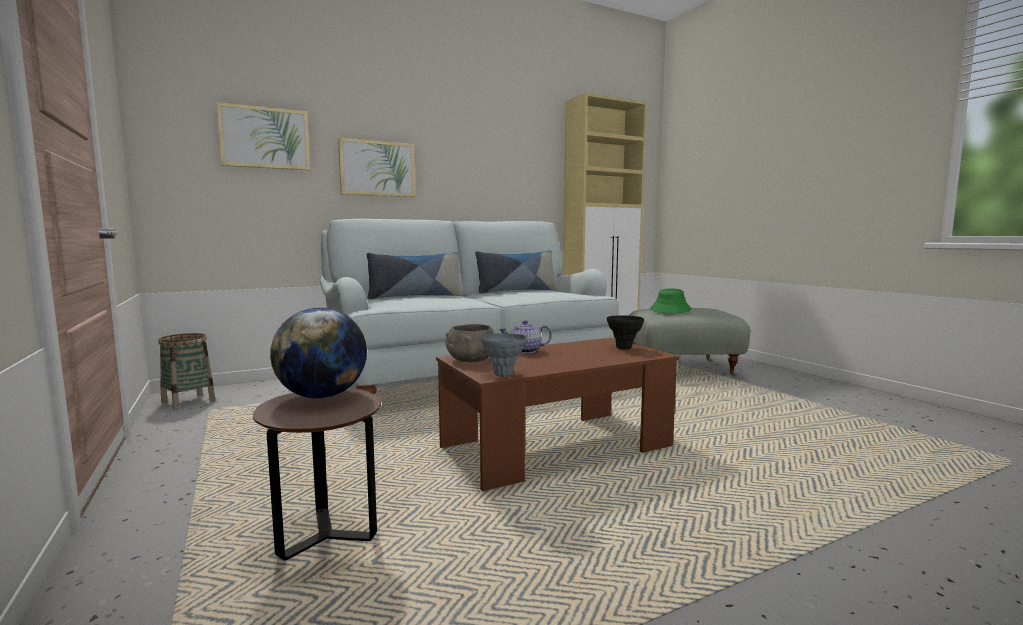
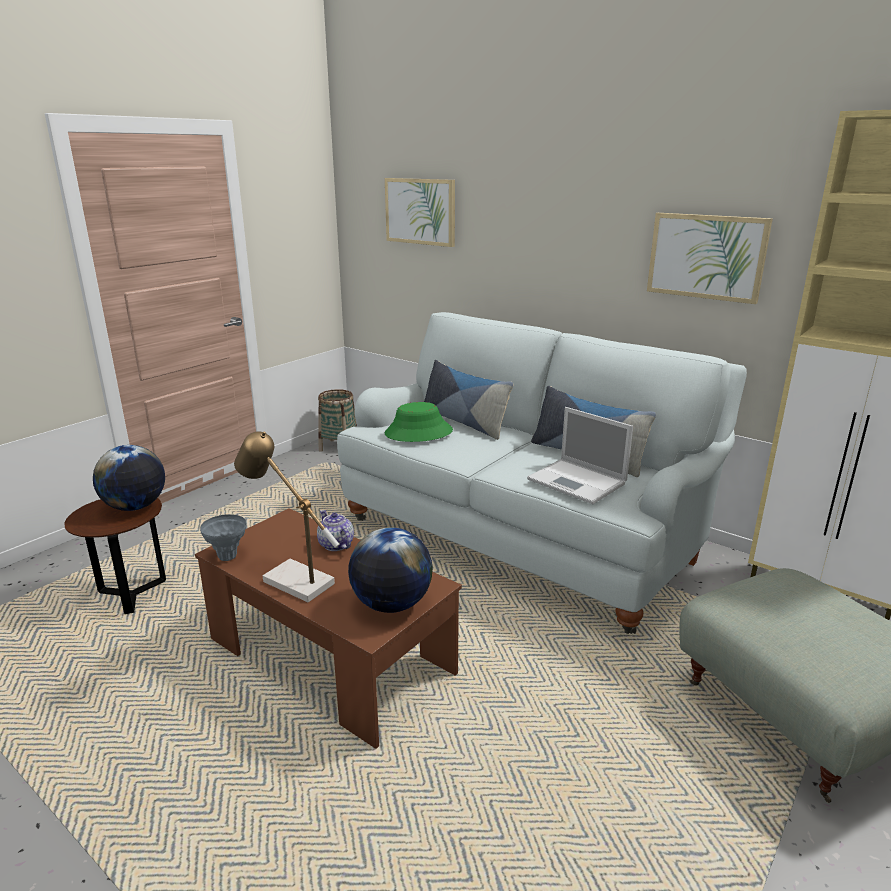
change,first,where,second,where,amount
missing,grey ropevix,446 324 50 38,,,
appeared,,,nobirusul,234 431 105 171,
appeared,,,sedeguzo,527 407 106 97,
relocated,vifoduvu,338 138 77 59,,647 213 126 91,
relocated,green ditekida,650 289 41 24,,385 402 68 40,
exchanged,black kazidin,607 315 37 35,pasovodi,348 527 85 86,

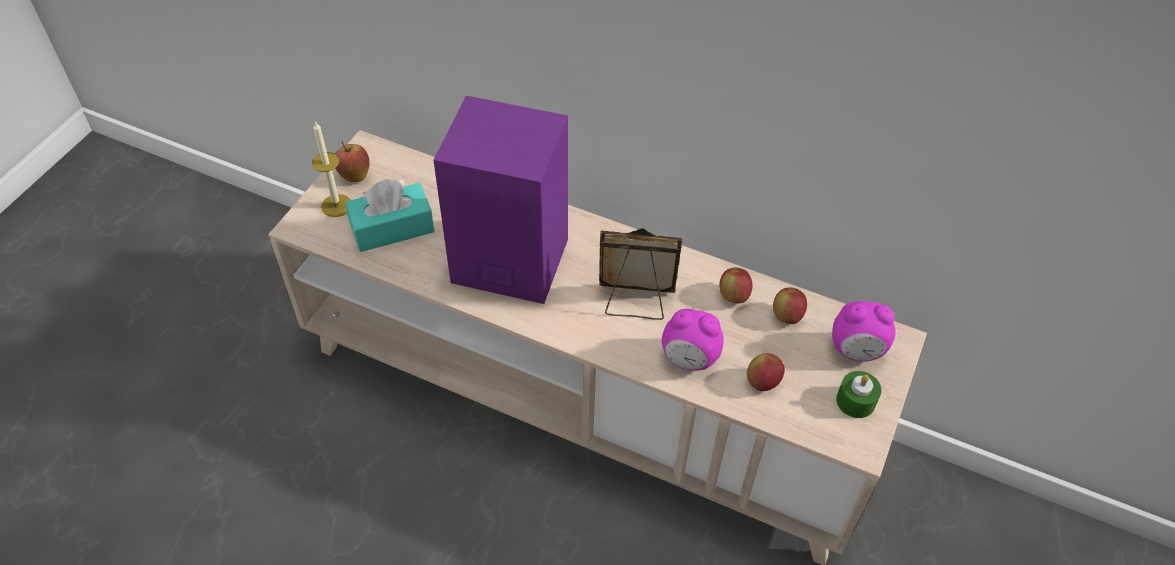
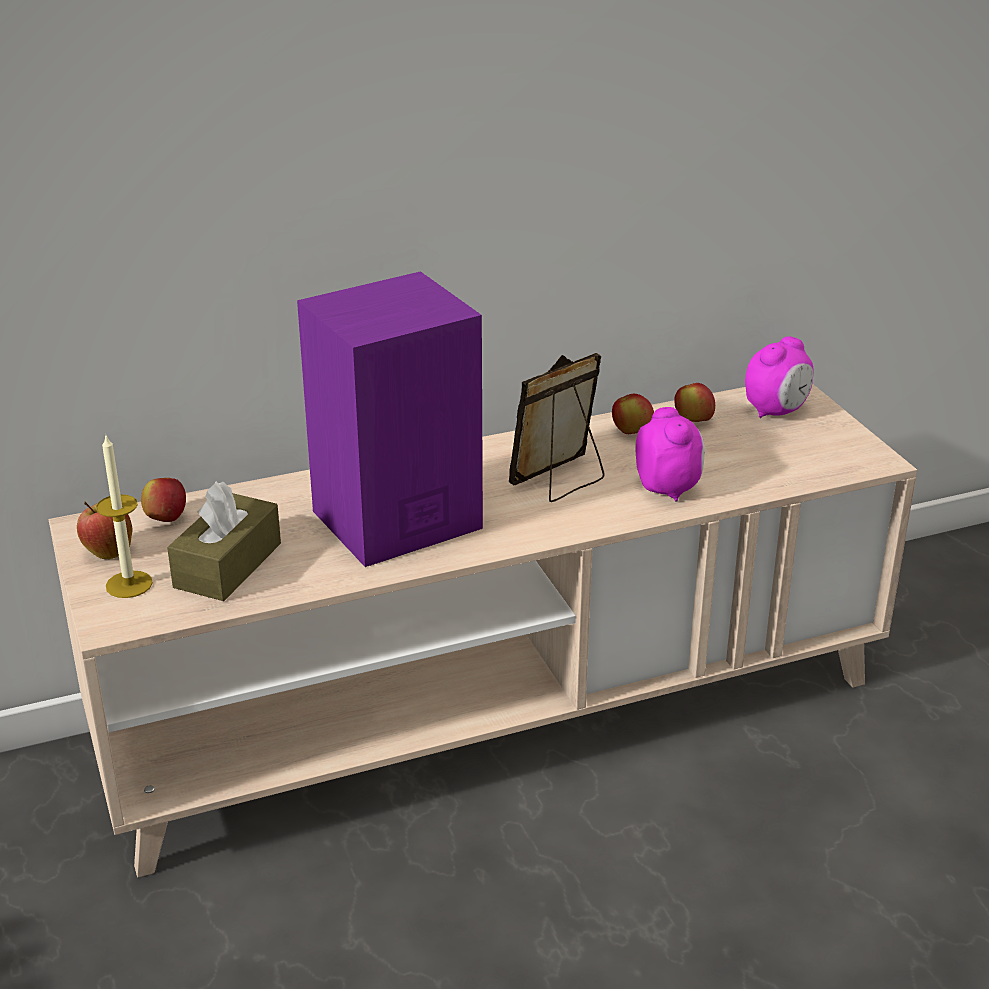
change,first,where,second,where,amount
missing,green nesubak,836 371 45 47,,,
relocated,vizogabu,747 353 38 38,,141 478 45 44,
colour,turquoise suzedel,345 179 89 73,brown suzedel,167 481 114 120,
spun,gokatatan,662 309 62 62,,635 407 70 95,75 degrees counterclockwise

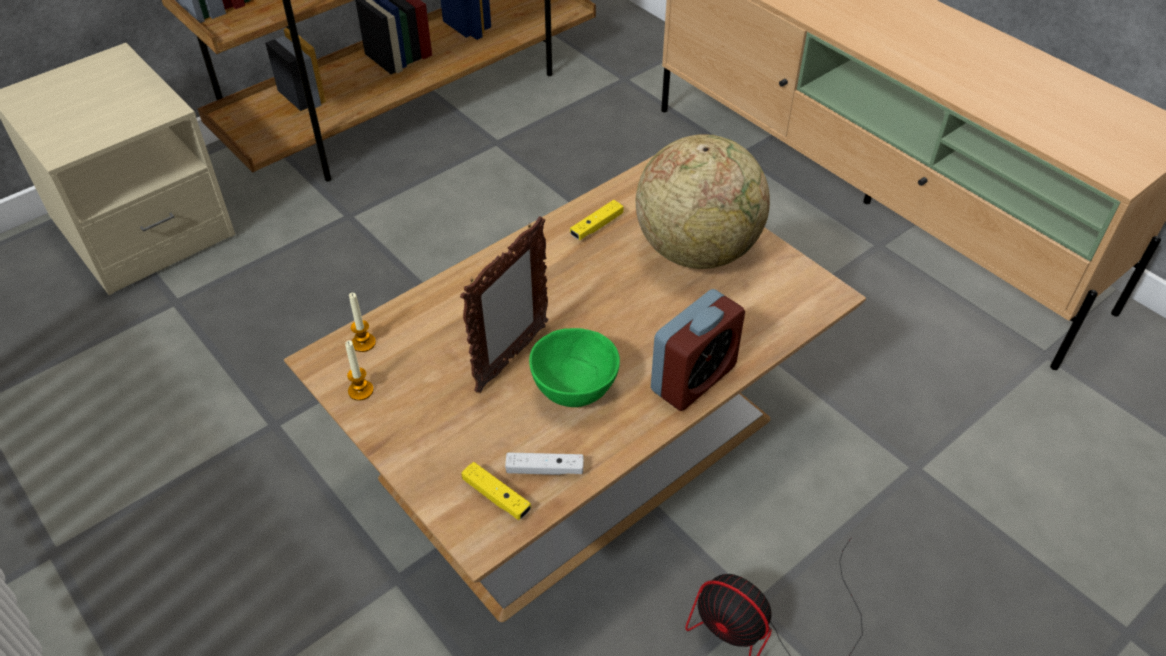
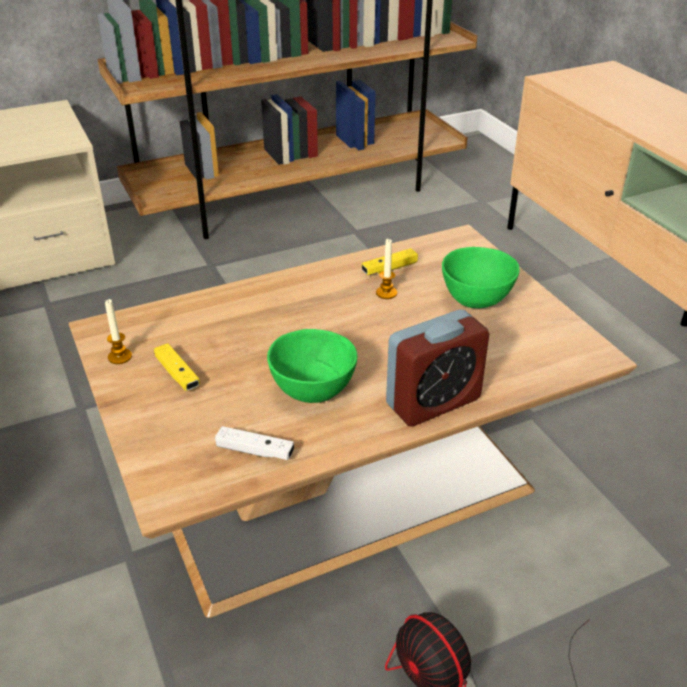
change,first,where,second,where,amount
missing,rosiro,460 216 89 177,,,
relocated,nesubak,349 293 27 59,,376 239 21 60,
relocated,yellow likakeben,461 462 70 58,,154 343 46 48,
exchanged,pasovodi,636 135 134 134,green ropevix,442 247 78 61,

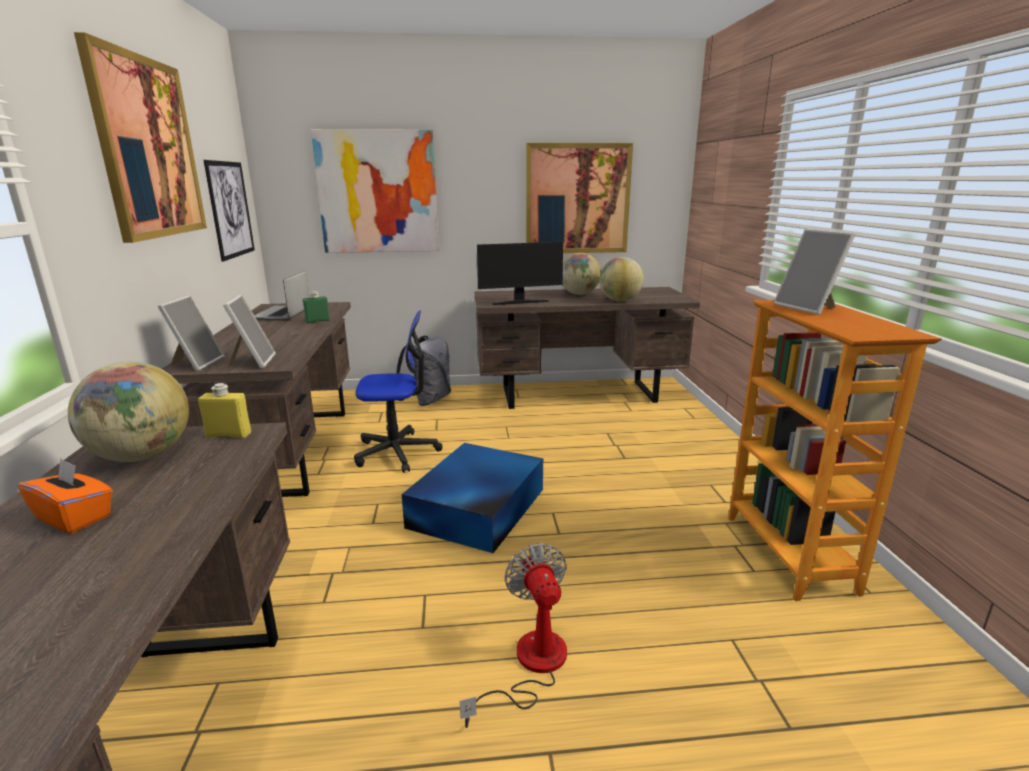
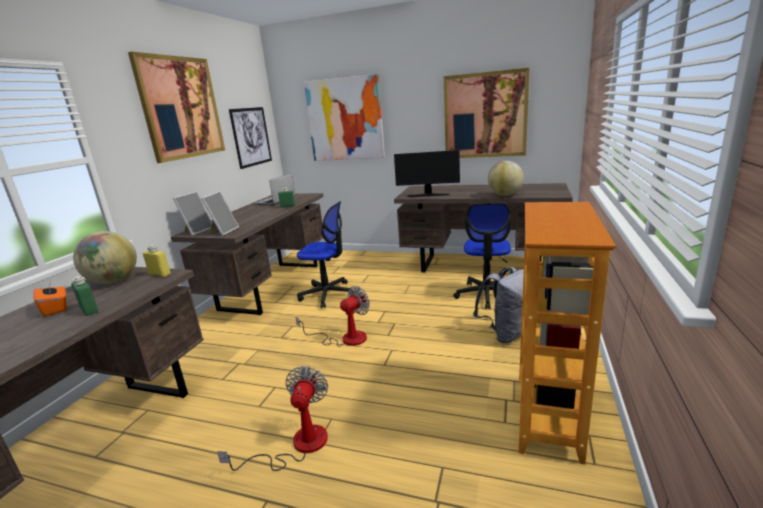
change,first,where,second,where,amount
missing,pasovodi,562 253 39 42,,,
missing,rosiro,774 229 82 86,,,
appeared,,,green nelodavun,71 276 27 40,
appeared,,,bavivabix,453 203 59 106,
relocated,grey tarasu,396 336 55 70,,473 267 51 76,
exchanged,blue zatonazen,402 443 141 110,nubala,296 286 74 60,

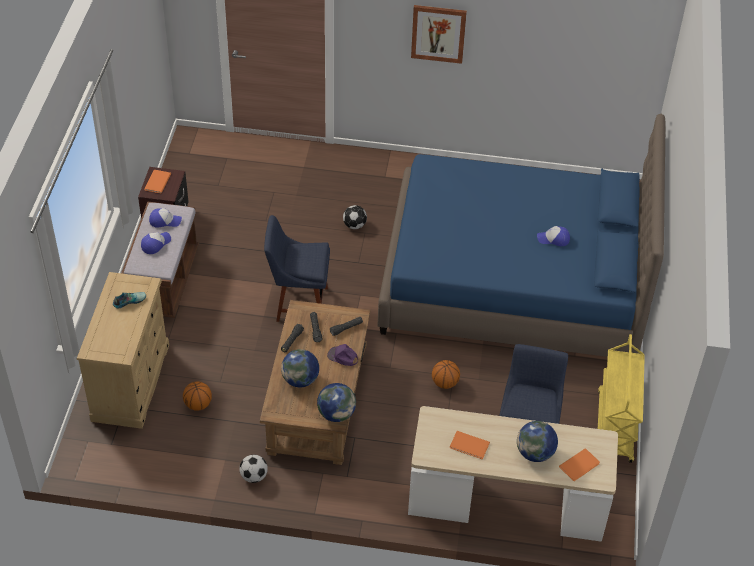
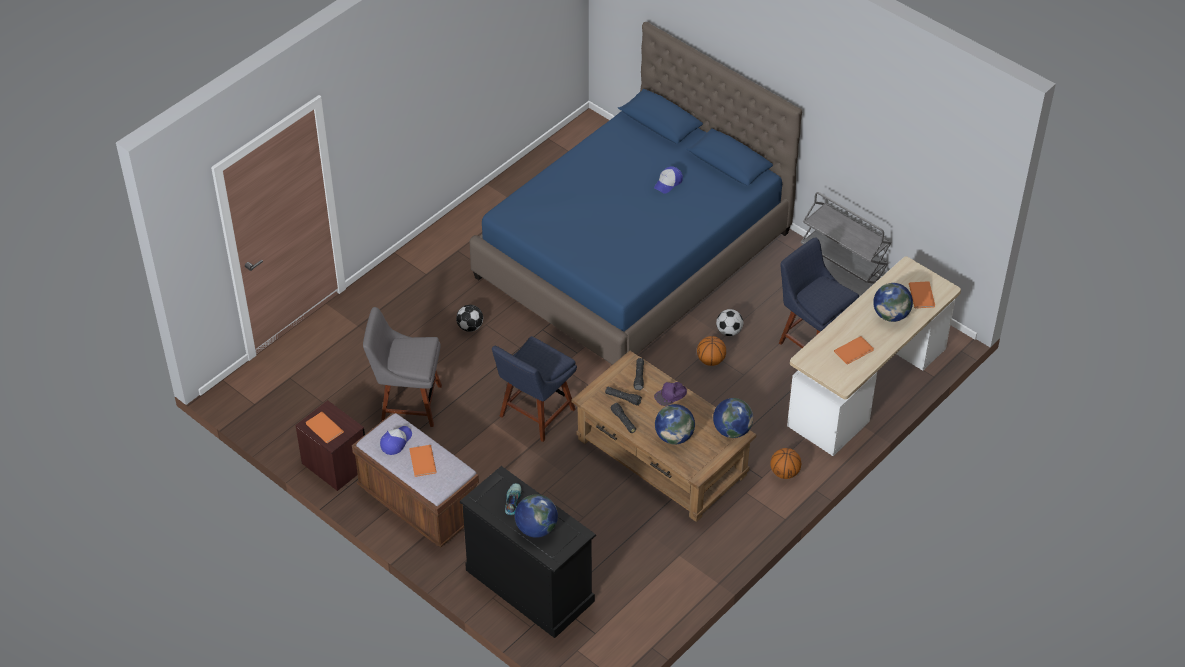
change,first,where,second,where,amount
missing,vifoduvu,411 5 56 59,,,
appeared,,,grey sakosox,363 307 79 120,
appeared,,,pasovodi,515 494 43 44,
relocated,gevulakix,183 381 29 30,,770 448 31 31,
relocated,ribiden,239 455 29 28,,716 309 27 27,
exchanged,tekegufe,141 232 30 22,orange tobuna,410 445 27 32,
colour,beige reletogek,77 272 92 157,black reletogek,460 466 136 172,
colour,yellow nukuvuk,598 334 47 129,grey nukuvuk,800 192 92 105,

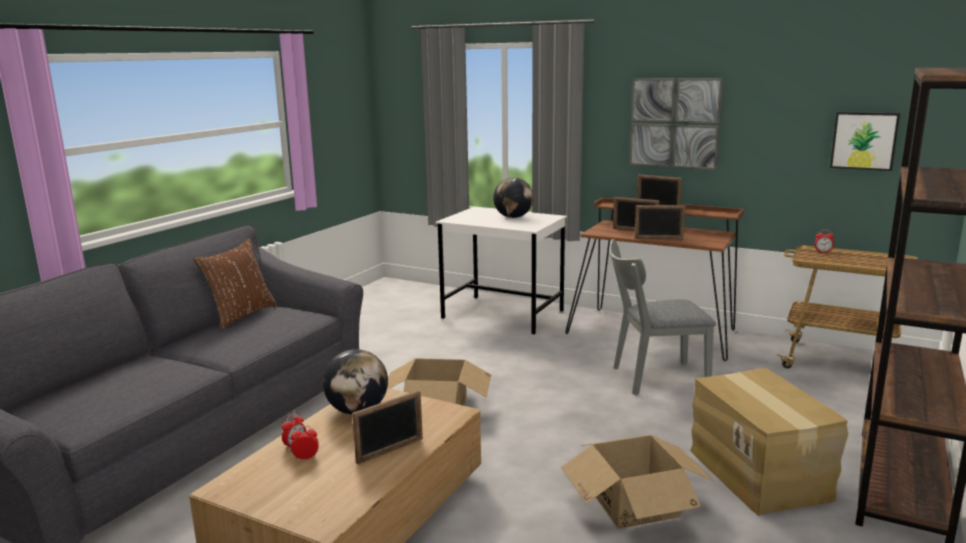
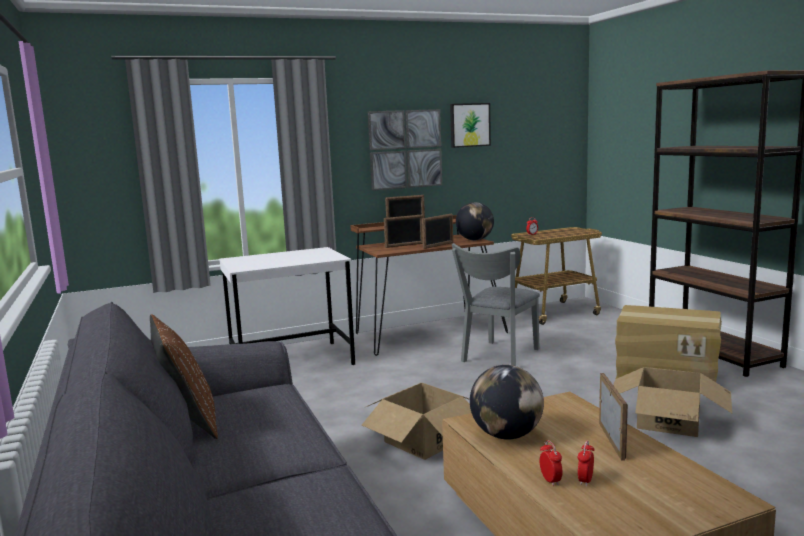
change,first,where,second,where,amount
relocated,pasovodi,493 177 41 41,,456 202 38 38,
relocated,vifoduvu,830 112 70 59,,450 103 41 45,

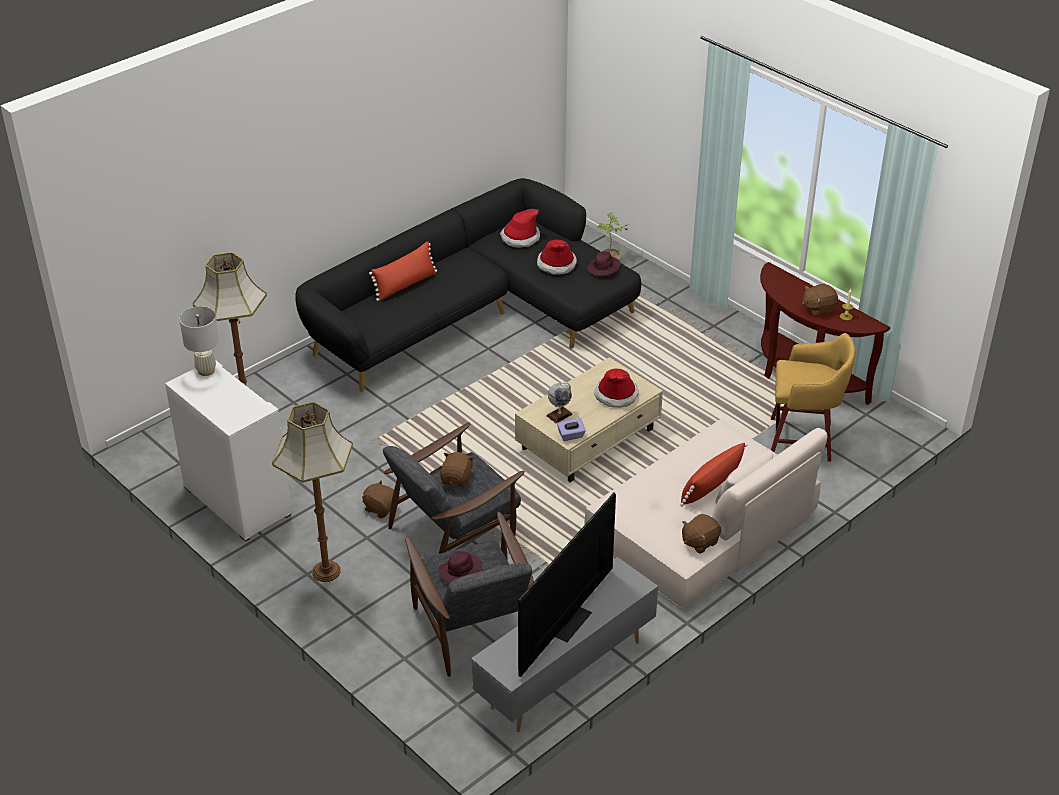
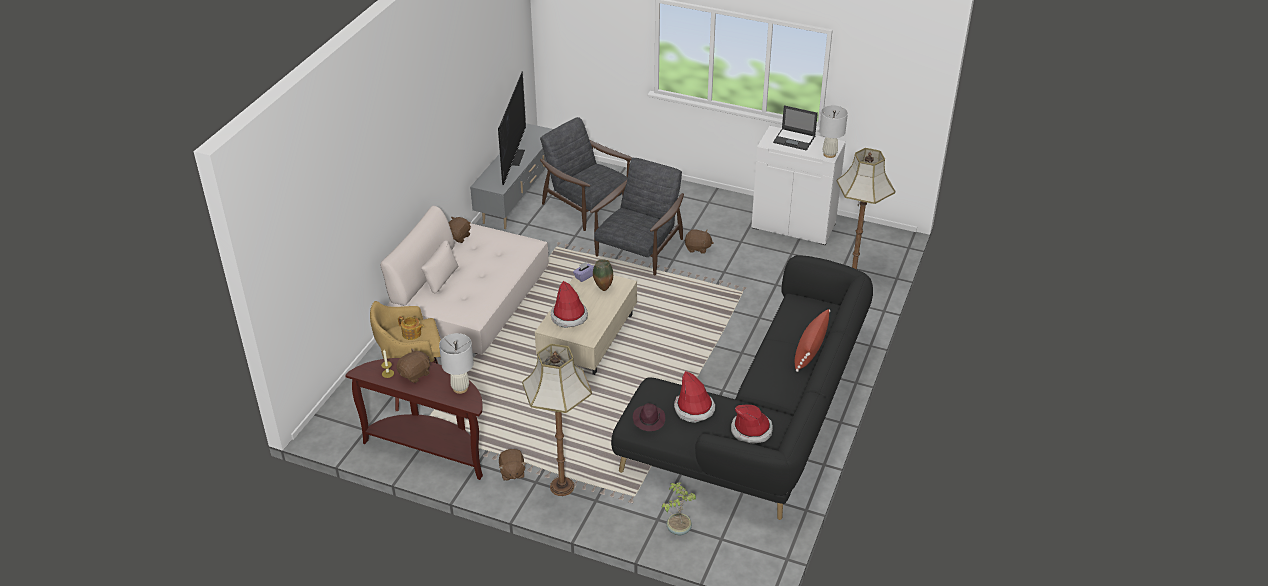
change,first,where,second,where,amount
missing,purple ditekida,439 551 43 33,,,
missing,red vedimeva,680 443 67 63,,,
appeared,,,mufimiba,398 316 26 24,
appeared,,,white nobirusul,439 333 35 61,
appeared,,,sedeguzo,773 105 45 46,
relocated,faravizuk,272 402 81 180,,522 344 70 152,
relocated,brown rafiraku,440 452 34 35,,499 449 27 32,
exchanged,pasovodi,547 382 26 41,kazidin,593 259 20 32,

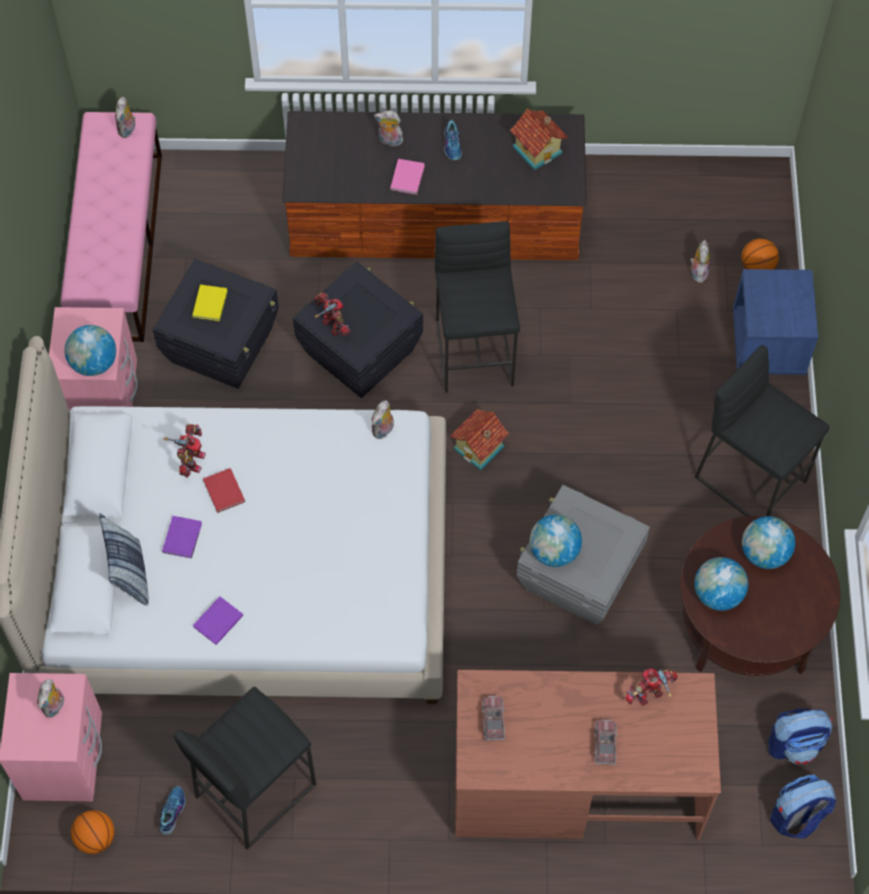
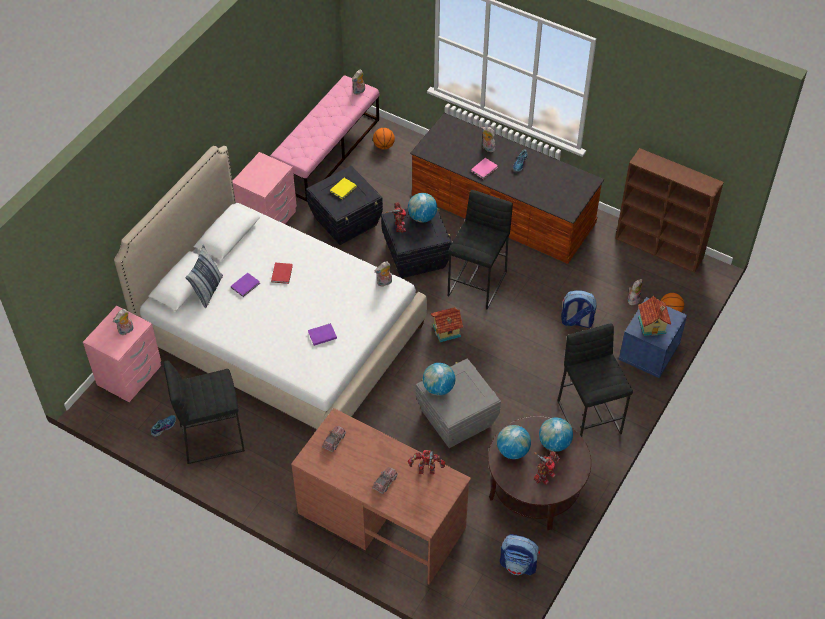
change,first,where,second,where,amount
appeared,,,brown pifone,615 148 109 125,
relocated,pasovodi,64 325 52 51,,408 193 29 29,
relocated,gevulakix,71 810 44 44,,373 128 22 21,
relocated,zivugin,163 424 43 54,,534 451 26 34,
relocated,purple tobuna,193 596 50 49,,308 323 29 23,
relocated,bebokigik,510 108 58 62,,638 296 33 40,
relocated,tarasu,770 775 66 64,,561 290 36 38,

